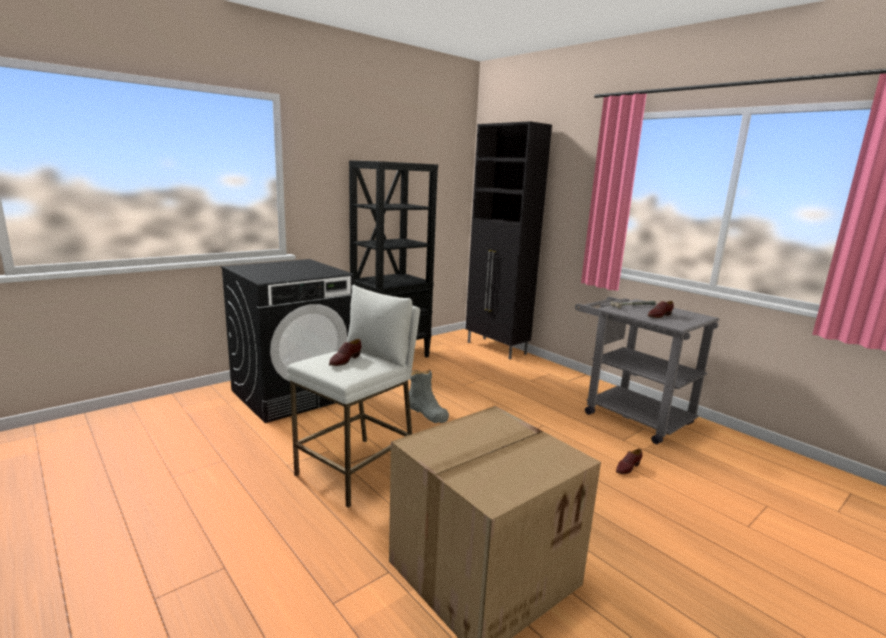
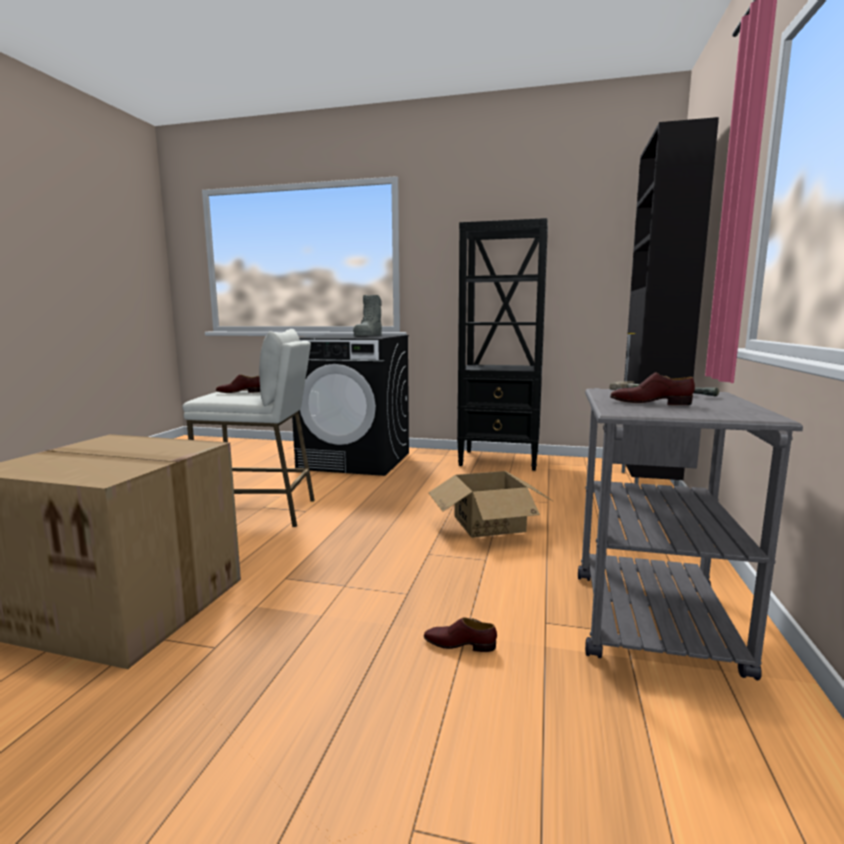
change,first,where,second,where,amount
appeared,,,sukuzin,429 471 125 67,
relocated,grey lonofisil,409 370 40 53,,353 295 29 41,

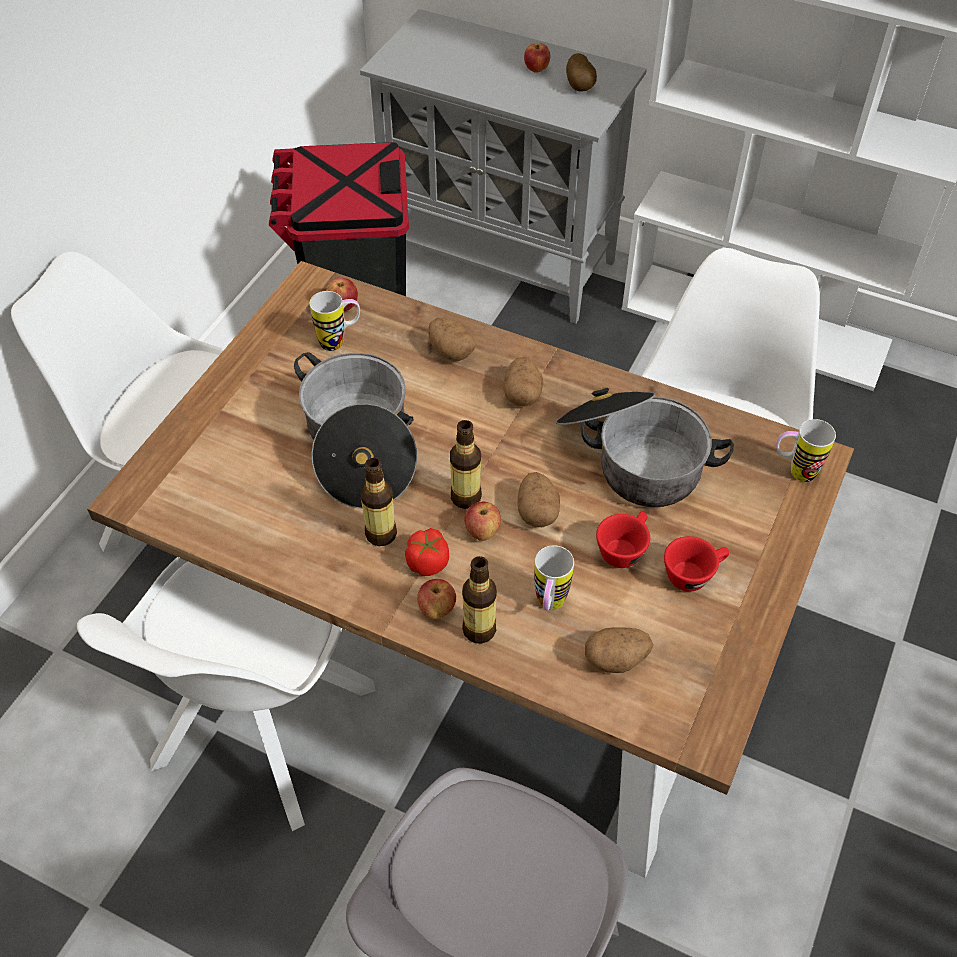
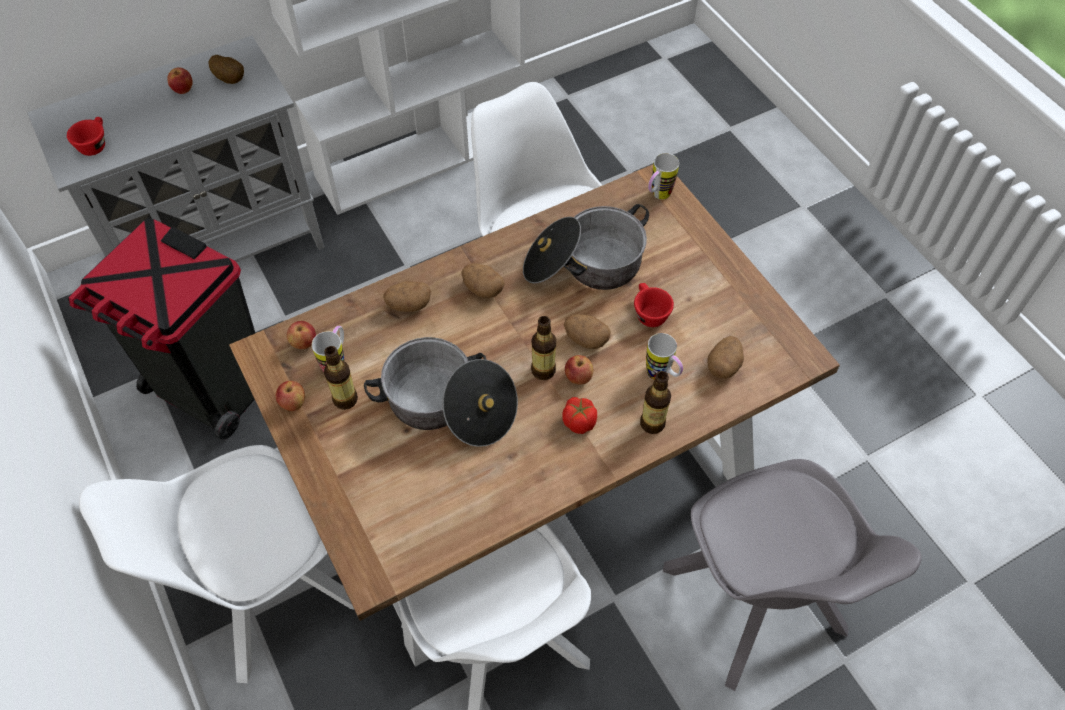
change,first,where,second,where,amount
relocated,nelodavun,360 458 37 88,,324 346 34 64,
relocated,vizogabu,417 579 39 40,,276 381 29 30,
relocated,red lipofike,664 536 65 56,,67 117 38 39,

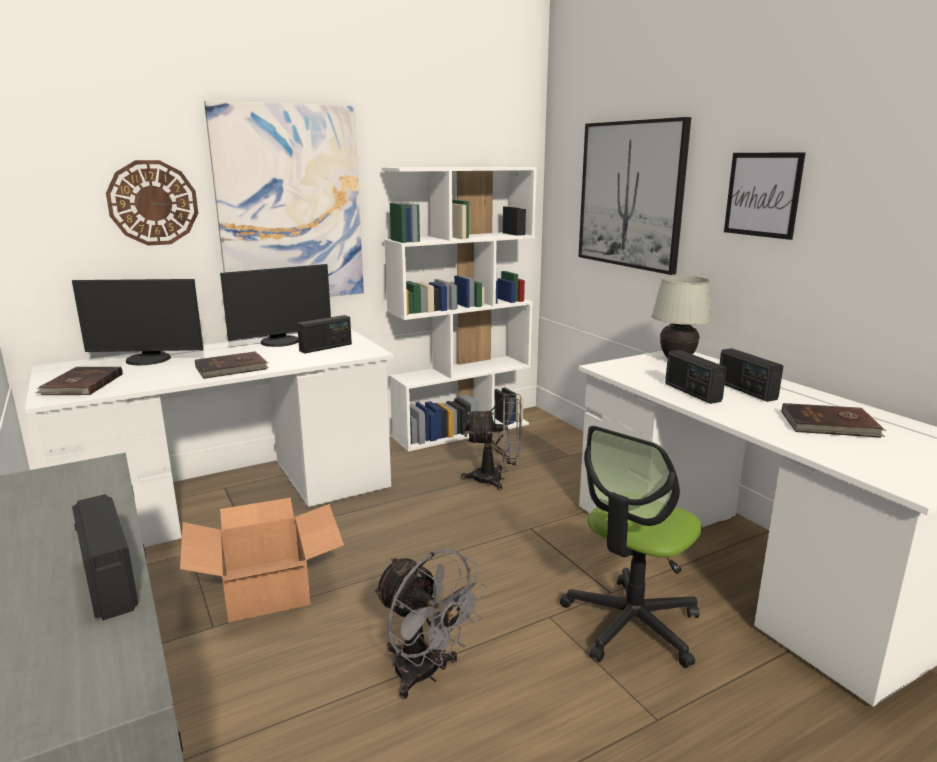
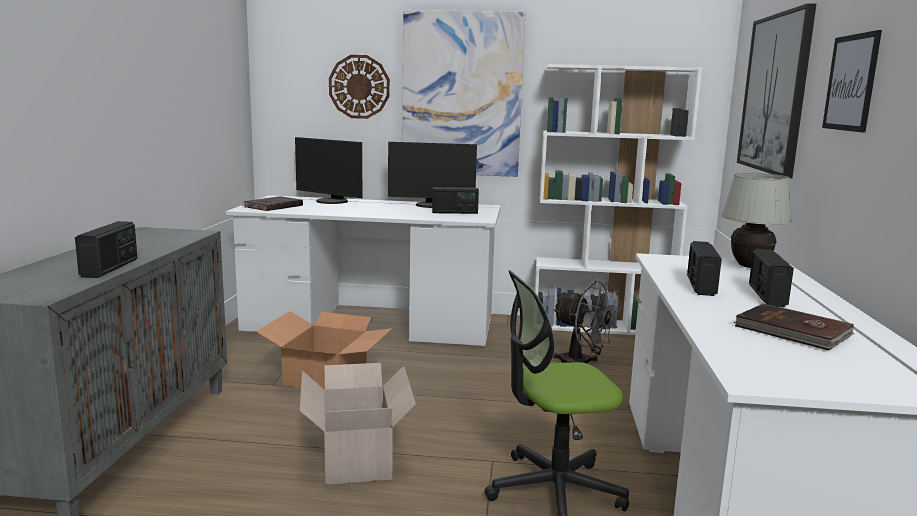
change,first,where,second,where,amount
missing,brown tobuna,195 351 74 28,,,
exchanged,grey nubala,373 549 114 150,sukuzin,300 363 116 122,

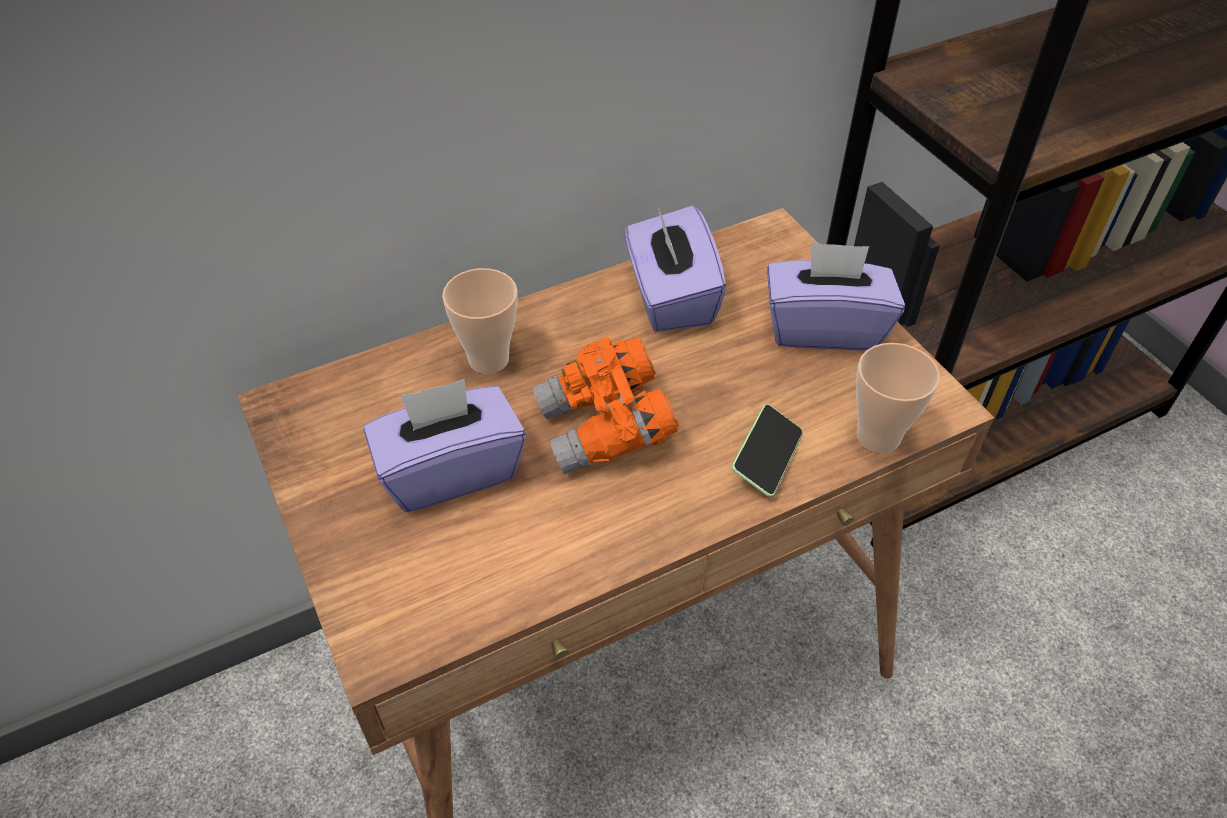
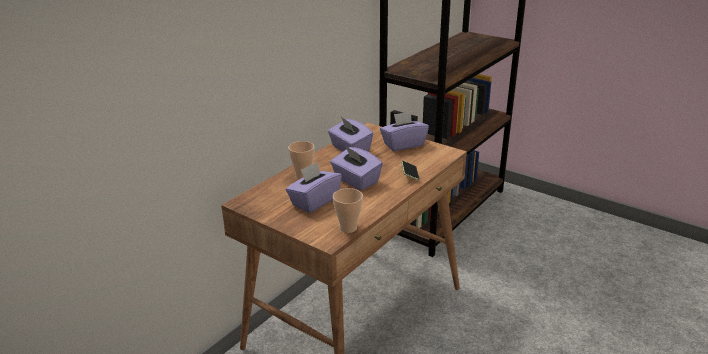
change,first,where,second,where,amount
relocated,lipofike,856 343 84 110,,333 188 30 45,
exchanged,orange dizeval,533 337 146 137,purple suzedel,330 146 53 44,

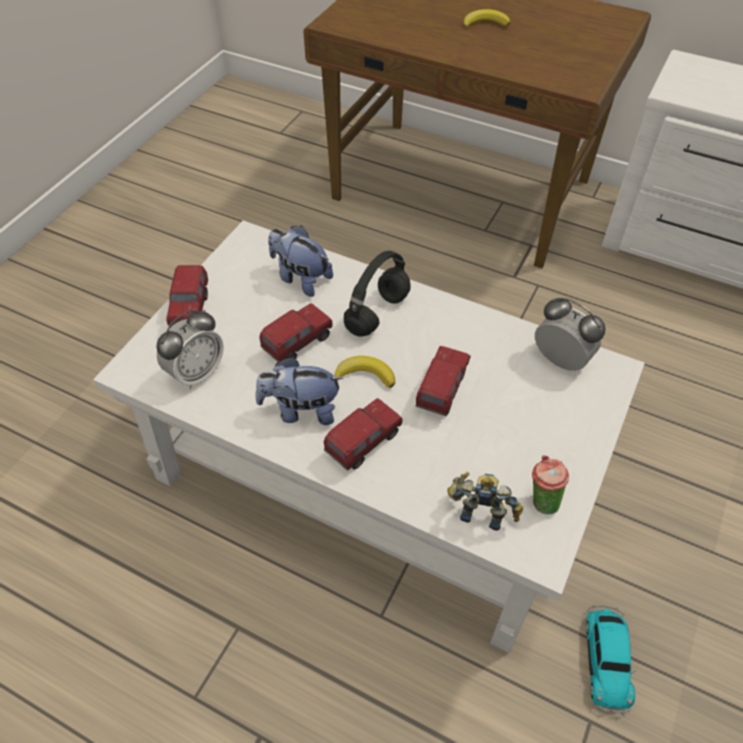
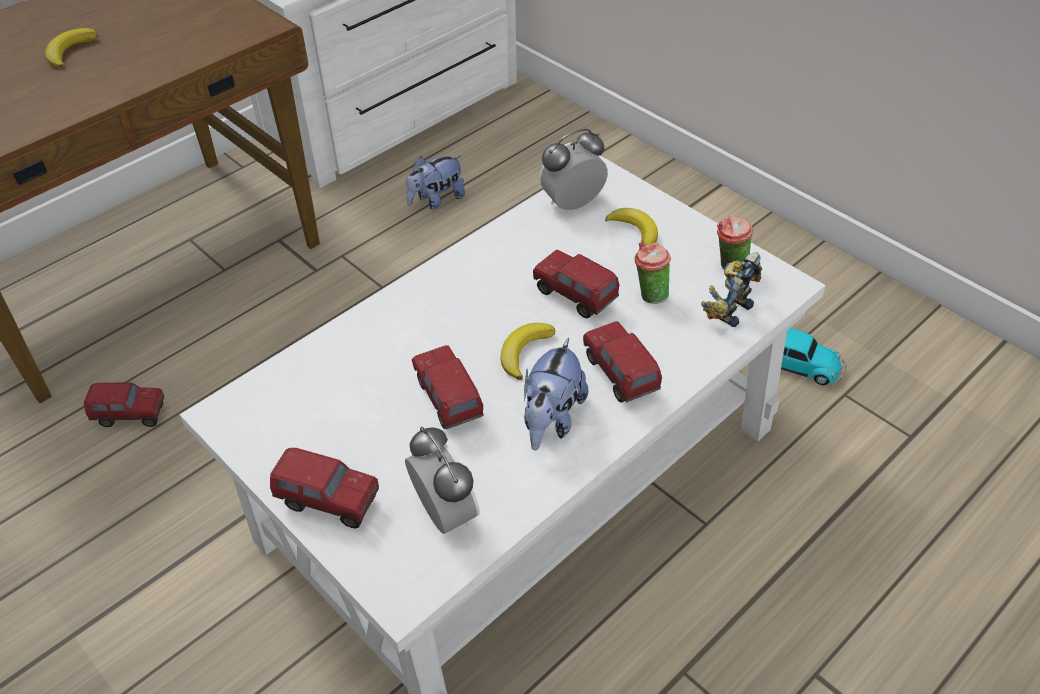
change,first,where,second,where,amount
missing,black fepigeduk,344 251 67 86,,,
appeared,,,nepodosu,84 383 80 44,
appeared,,,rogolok,605 208 53 37,
appeared,,,lipofike,635 242 36 62,
relocated,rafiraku,268 225 65 72,,406 155 59 54,

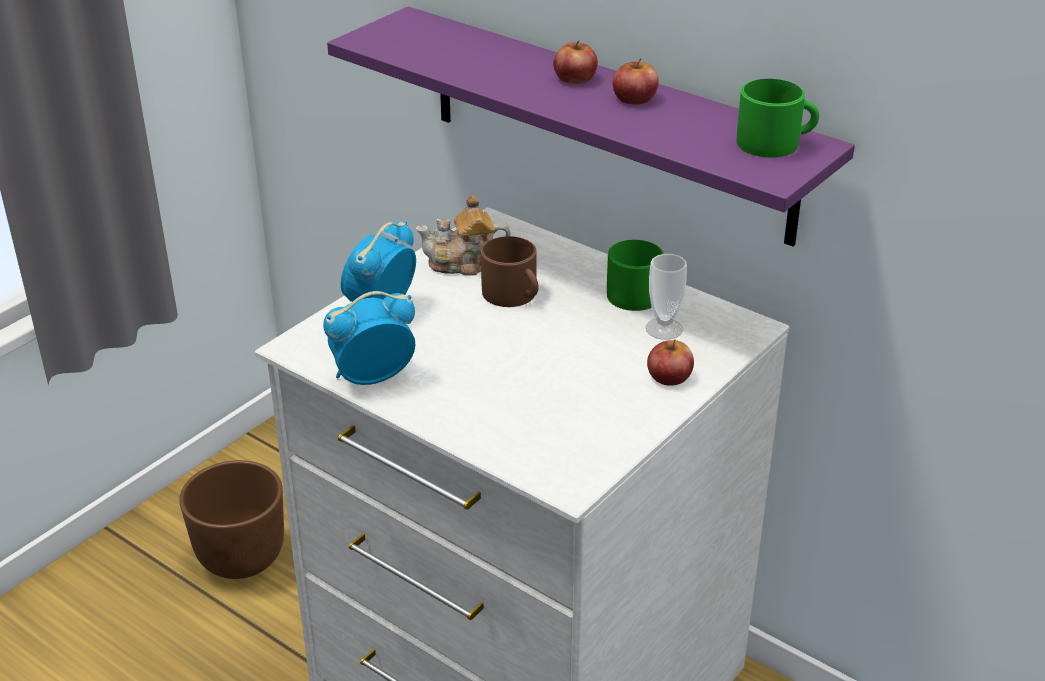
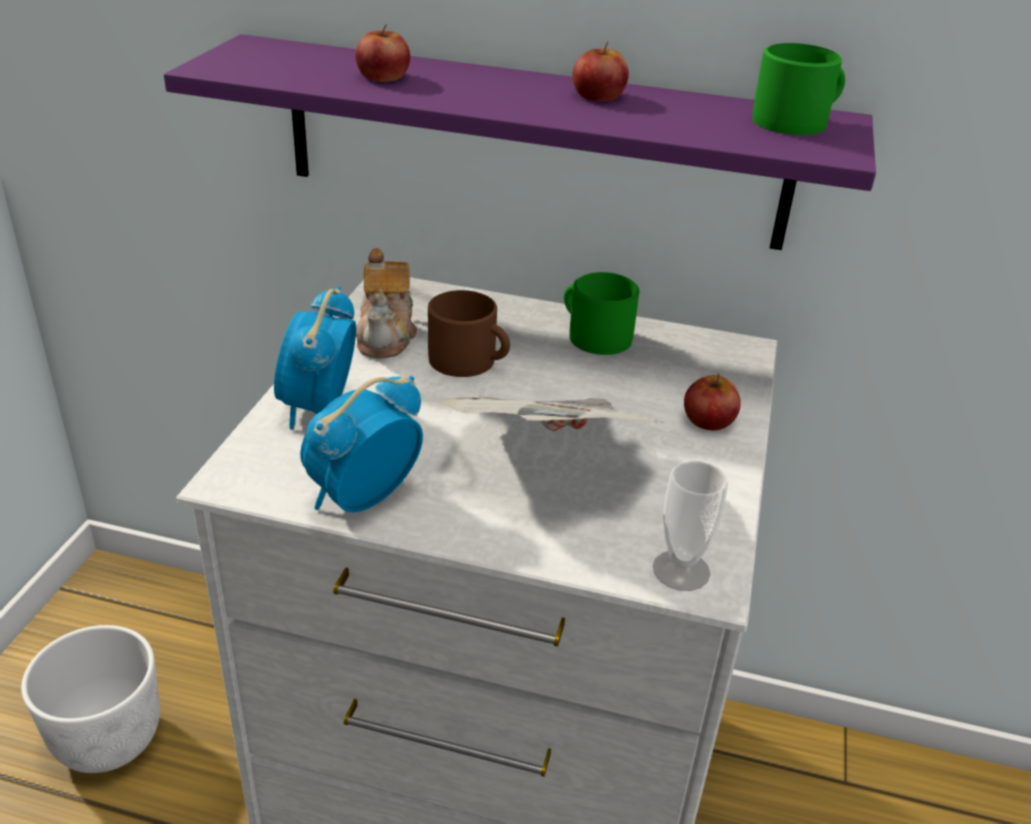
change,first,where,second,where,amount
appeared,,,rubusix,441 396 224 35,
relocated,vizogabu,553 41 45 43,,355 24 55 58,
relocated,lipofike,646 254 41 86,,653 461 75 130,
colour,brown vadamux,179 460 105 119,white vadamux,21 625 139 148,
spun,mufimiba,416 195 95 81,,356 248 61 110,60 degrees counterclockwise

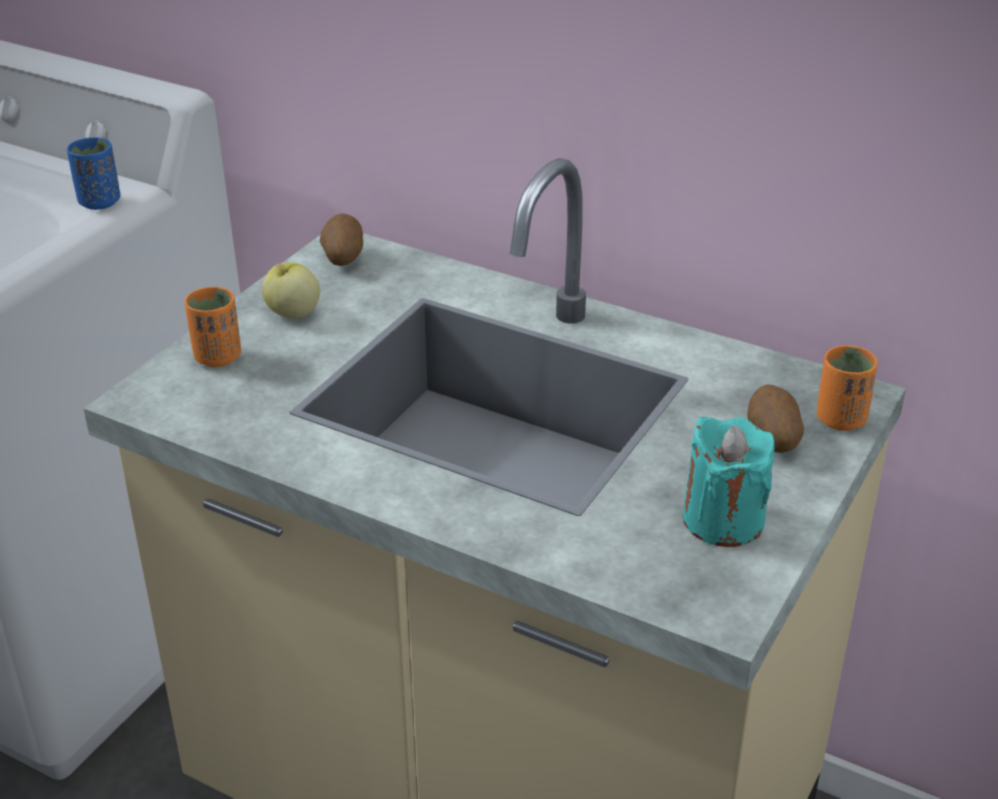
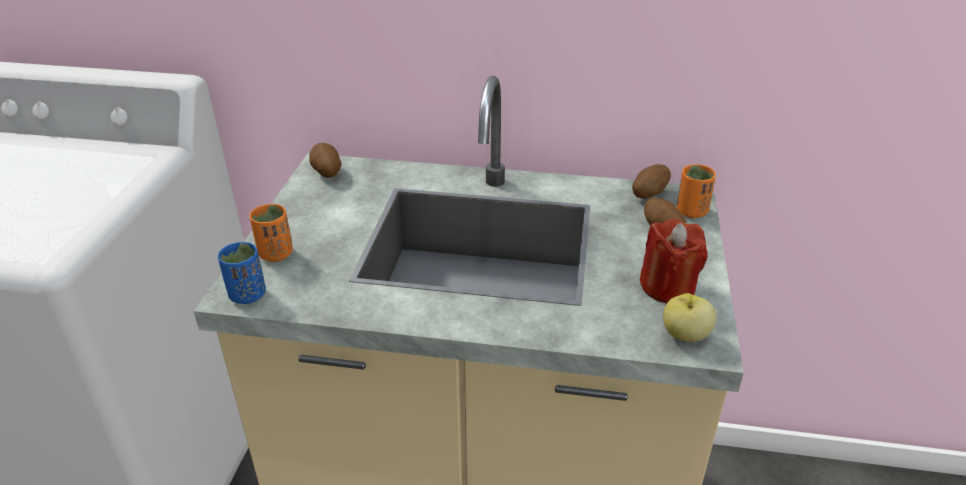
change,first,where,second,where,amount
appeared,,,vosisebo,632 164 39 35,
relocated,blue lipofike,67 137 53 73,,218 242 48 62,
relocated,vizogabu,262 262 58 57,,663 293 53 49,
colour,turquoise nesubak,682 417 93 130,red nesubak,640 218 67 85,

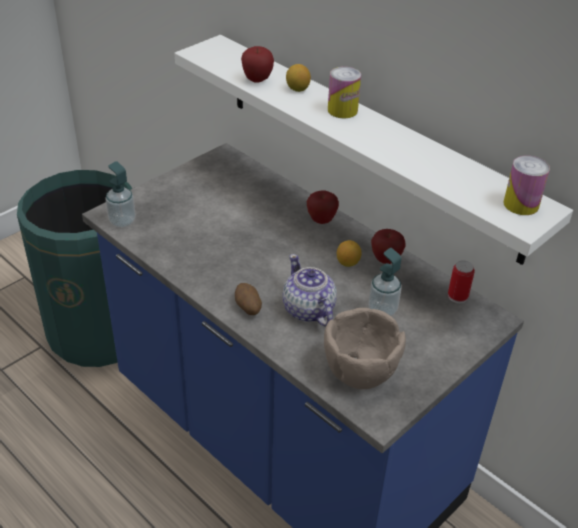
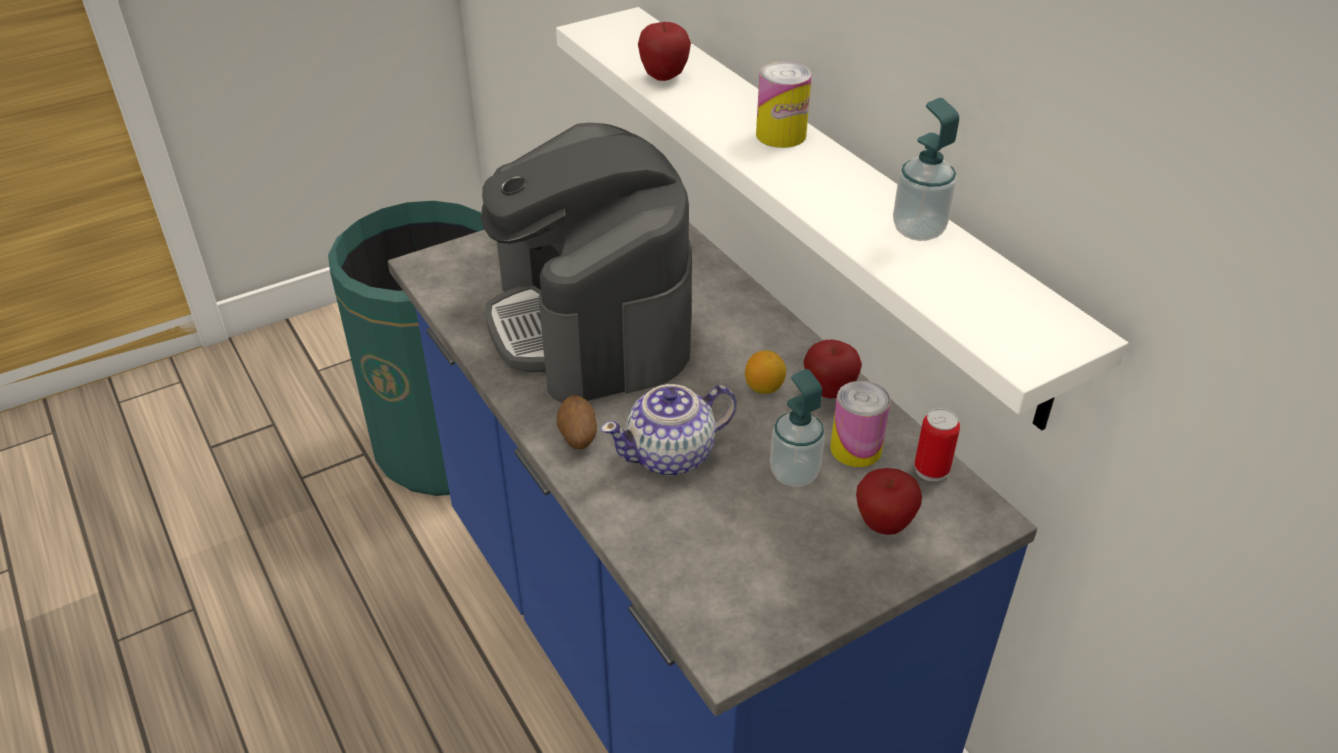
change,first,where,second,where,amount
missing,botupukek,286 64 25 28,,,
missing,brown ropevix,324 308 82 81,,,
appeared,,,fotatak,481 123 211 280,
relocated,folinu,105 161 31 67,,893 98 66 143,
relocated,vizogabu,307 190 32 34,,856 468 66 67,
relocated,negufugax,503 156 47 59,,830 381 61 86,
spun,mufimiba,282 254 55 72,,601 384 136 92,105 degrees counterclockwise

